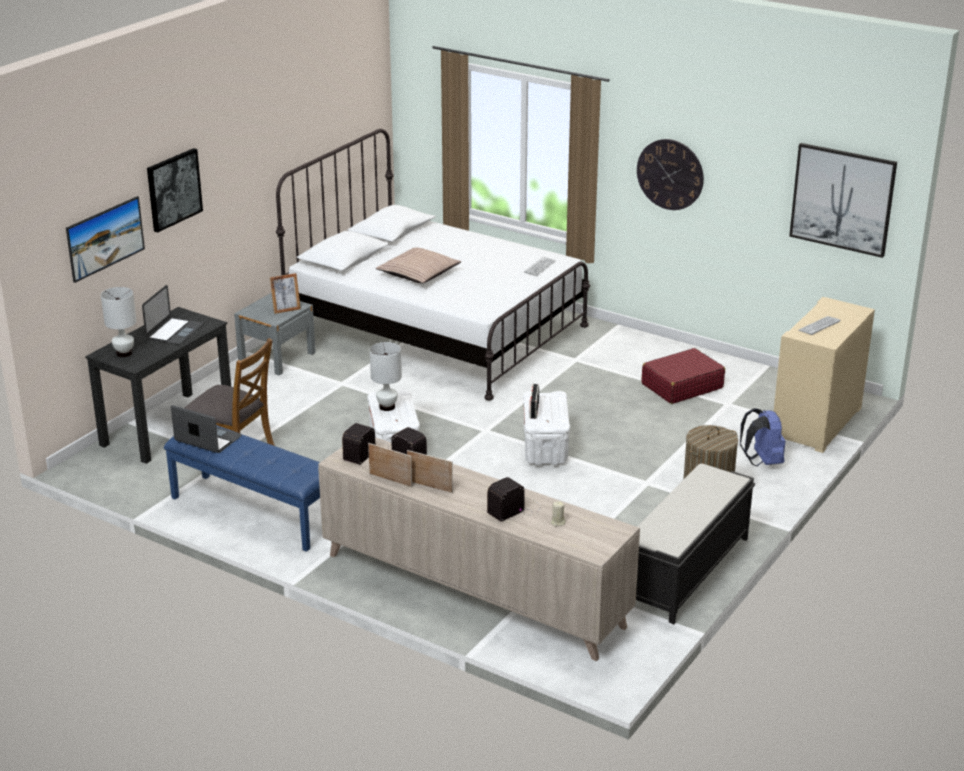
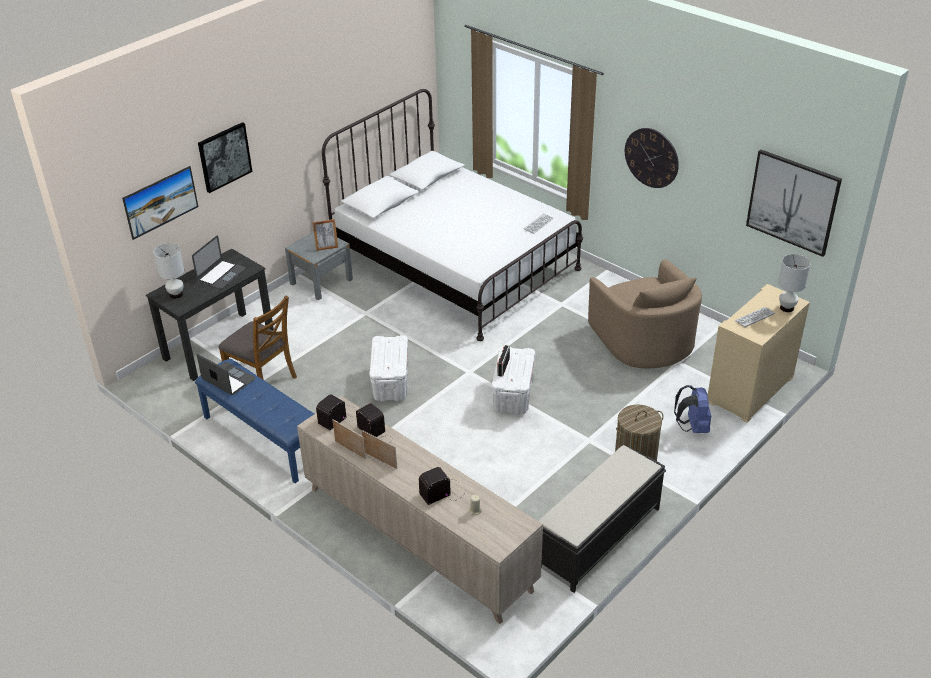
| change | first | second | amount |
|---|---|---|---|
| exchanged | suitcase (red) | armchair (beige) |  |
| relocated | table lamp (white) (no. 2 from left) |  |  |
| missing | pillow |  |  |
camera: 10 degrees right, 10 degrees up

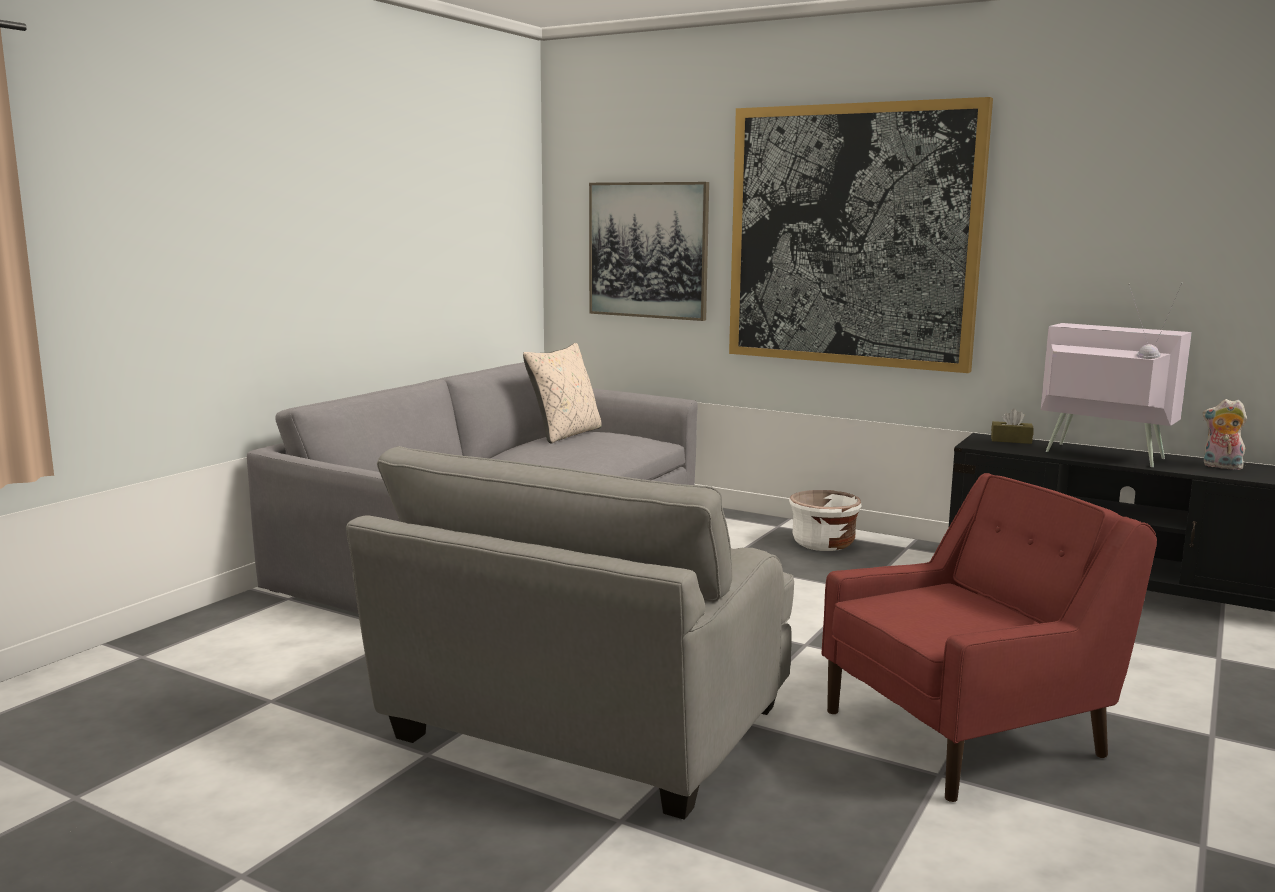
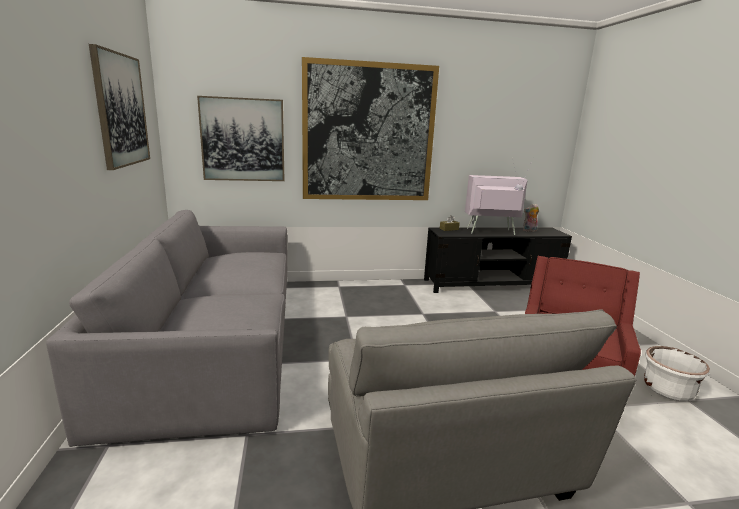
| change | first | second | amount |
|---|---|---|---|
| appeared |  | picture (no. 1 from left) |  |
| relocated | planter (white) |  |  |
| missing | pillow (beige) |  |  |
camera: 40 degrees left, 5 degrees up

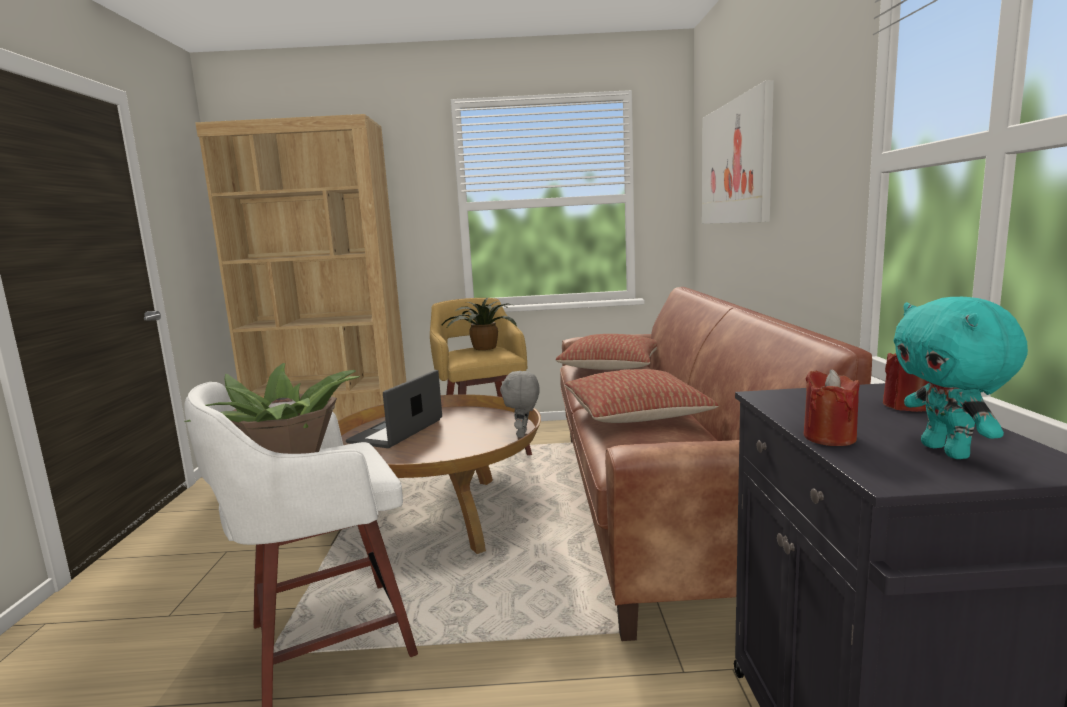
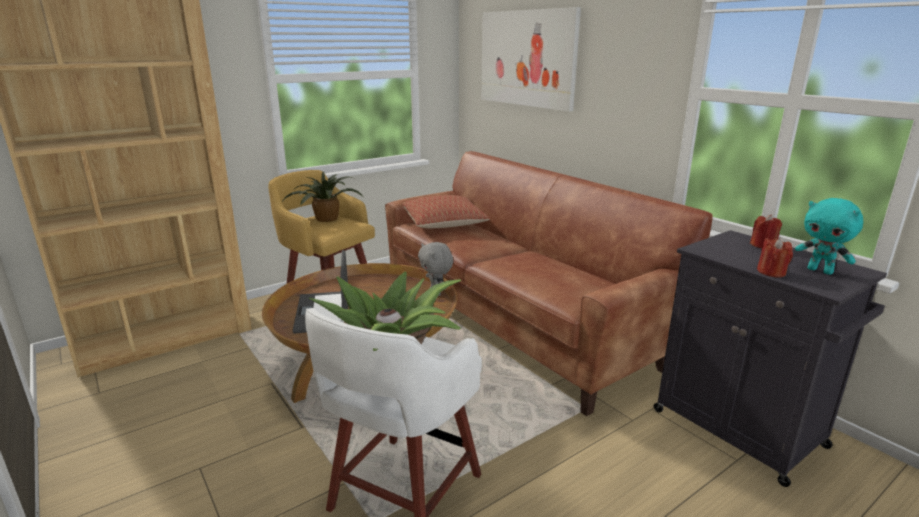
| change | first | second | amount |
|---|---|---|---|
| missing | pillow (no. 2 from left) |  |  |
camera: 35 degrees left, 10 degrees up

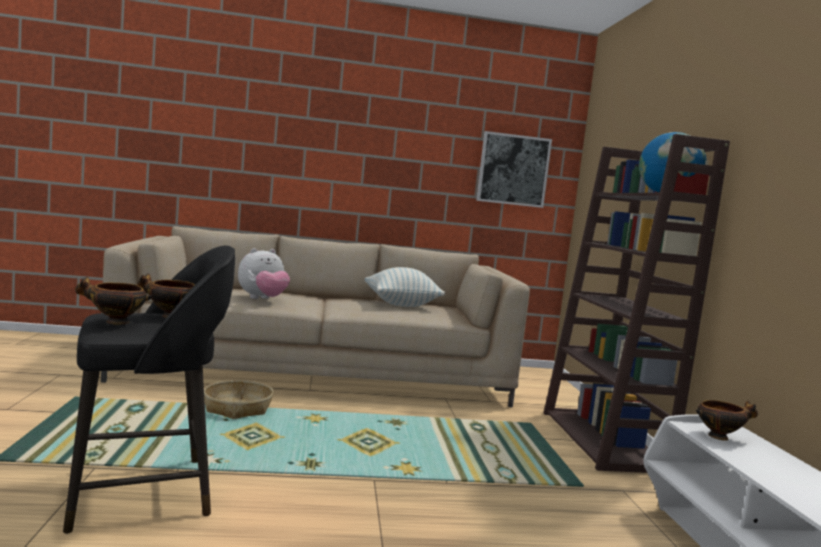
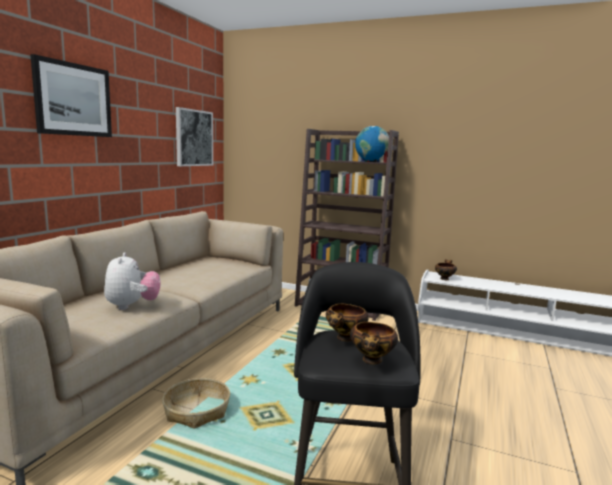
| change | first | second | amount |
|---|---|---|---|
| appeared |  | picture (no. 1 from left) |  |
| missing | pillow |  |  |
camera: 60 degrees left, 5 degrees up

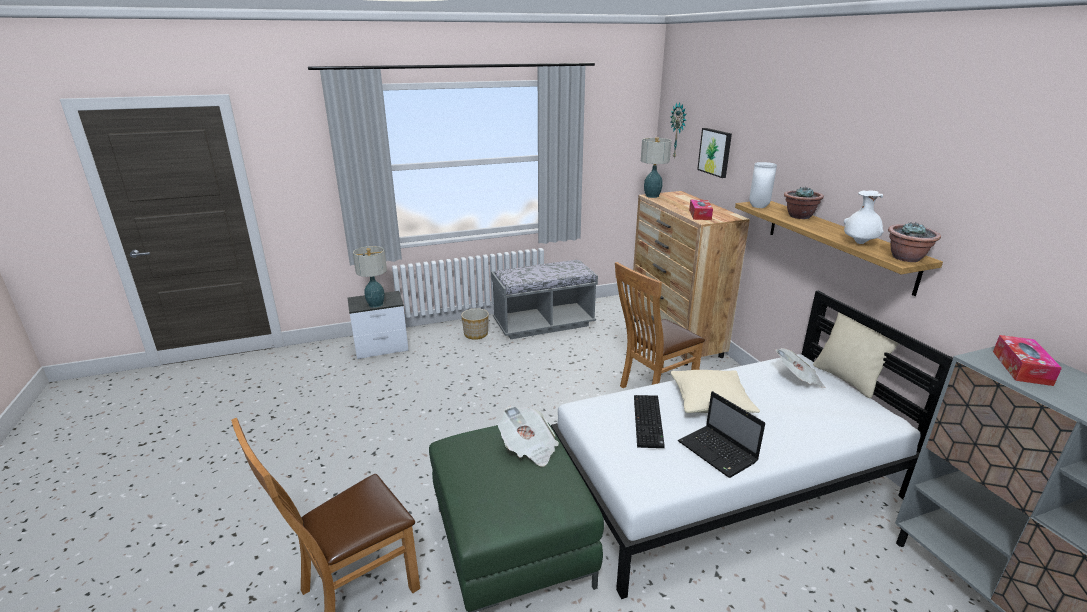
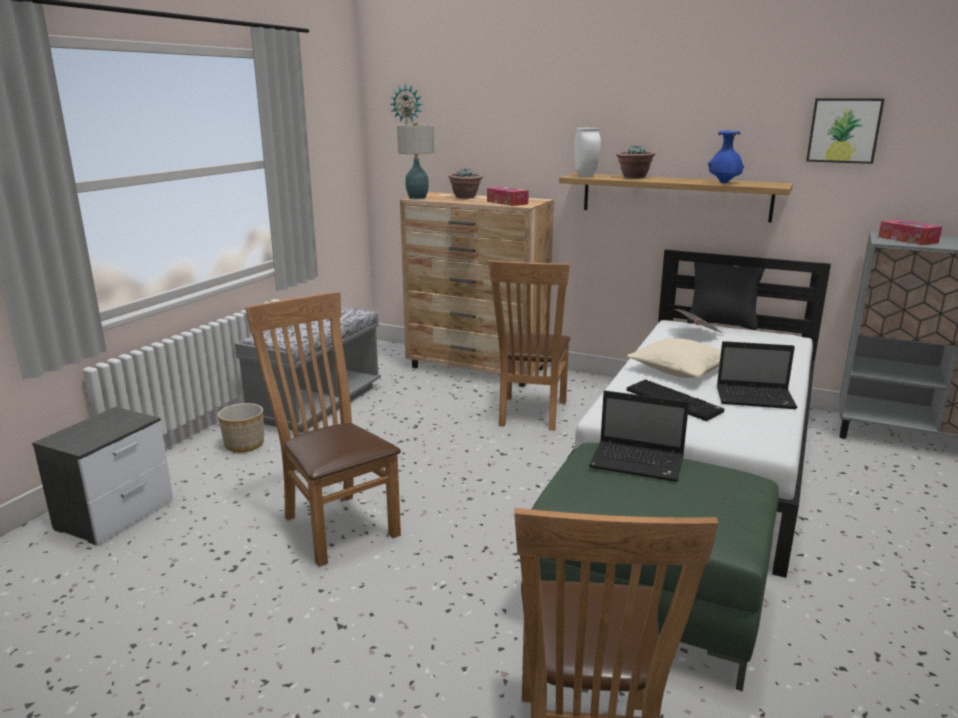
| change | first | second | amount |
|---|---|---|---|
| appeared |  | chair (brown) (no. 1 from left) |  |
| relocated | potted plant (no. 2 from left in the first image) | potted plant (no. 1 from left) |  |
| exchanged | newspaper (no. 1 from left) | laptop (no. 1 from left) |  |
| colour | pillow (beige) (no. 2 from left) | pillow (black) |  |
| colour | vase (white) (no. 2 from left) | vase (blue) |  |
| relocated | picture |  |  |
| missing | table lamp (no. 1 from left) |  |  |
camera: 45 degrees left, 5 degrees down

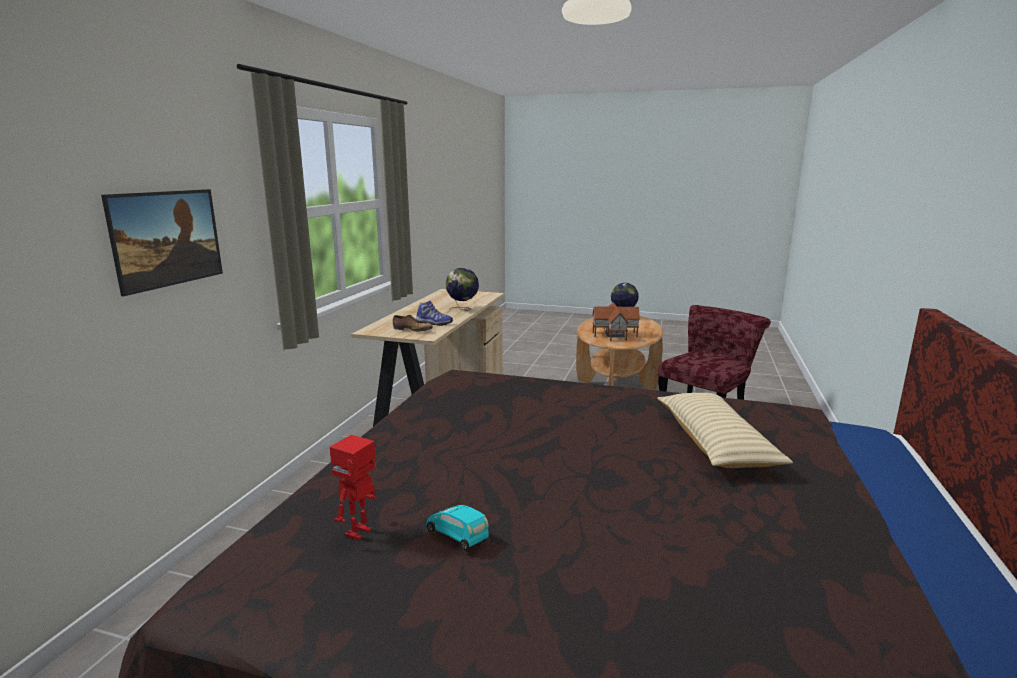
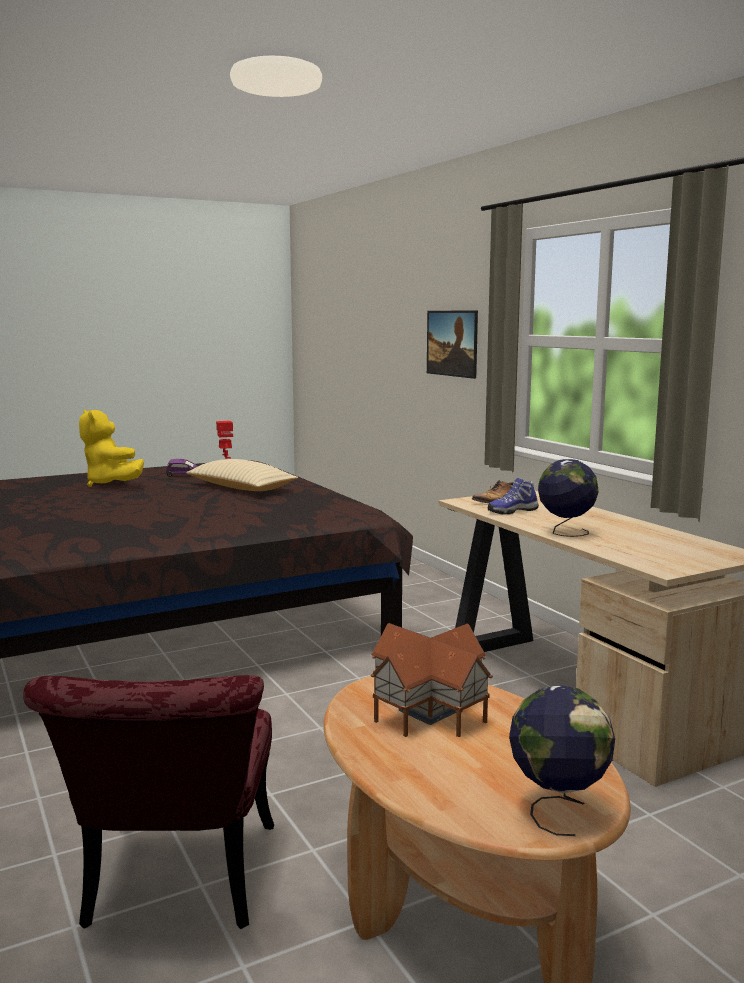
| change | first | second | amount |
|---|---|---|---|
| appeared |  | plush toy (yellow) |  |
| colour | toy car (turquoise) | toy car (purple) |  |
| relocated | pillow (beige) |  |  |
camera: 135 degrees right, 5 degrees down

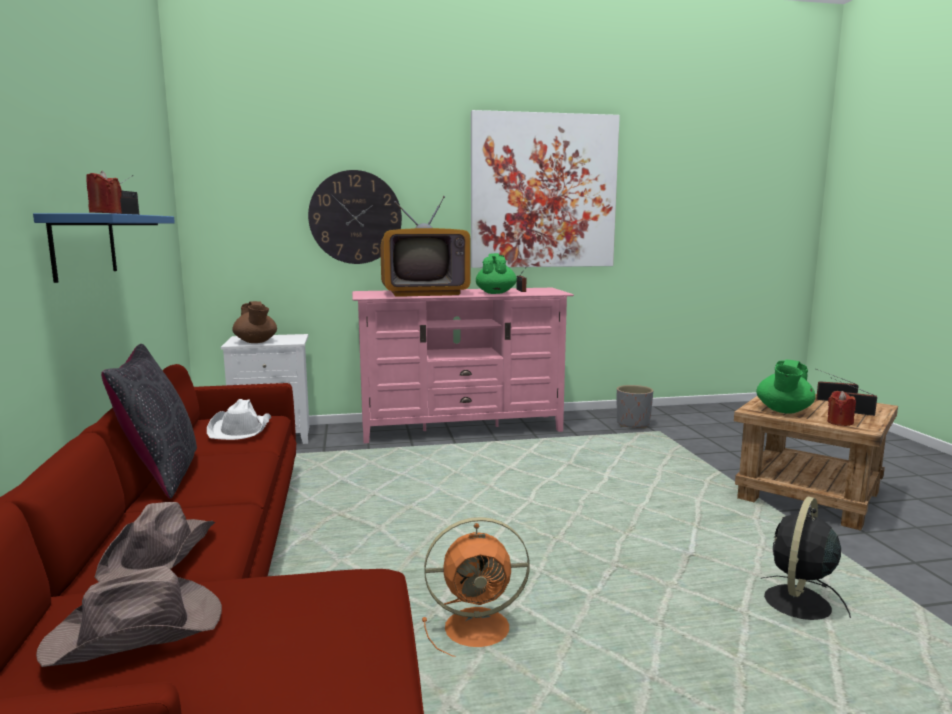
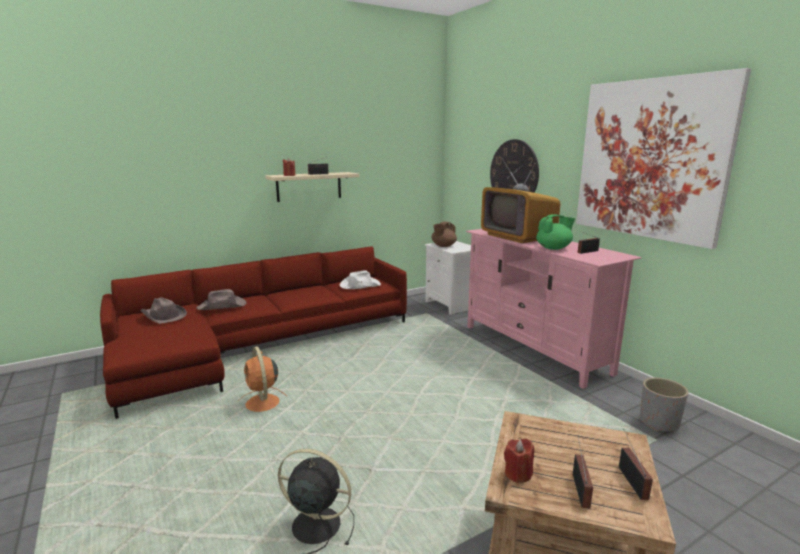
| change | first | second | amount |
|---|---|---|---|
| colour | shelf (blue) | shelf (beige) |  |
| missing | pillow (black) |  |  |
| missing | teapot (green) (no. 2 from left) |  |  |
camera: 70 degrees right, 5 degrees up

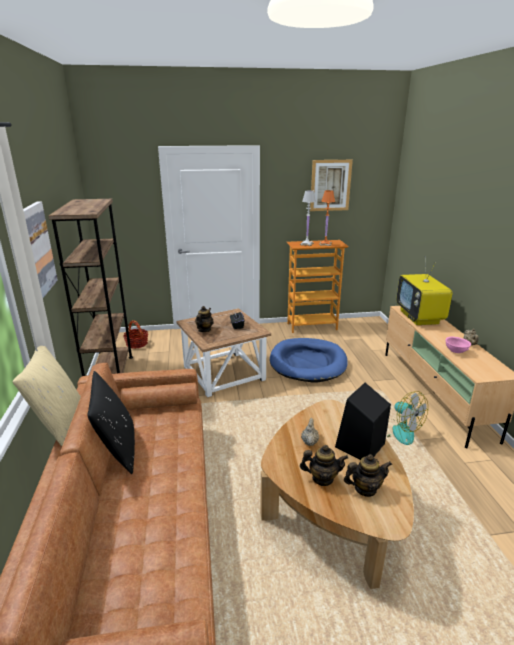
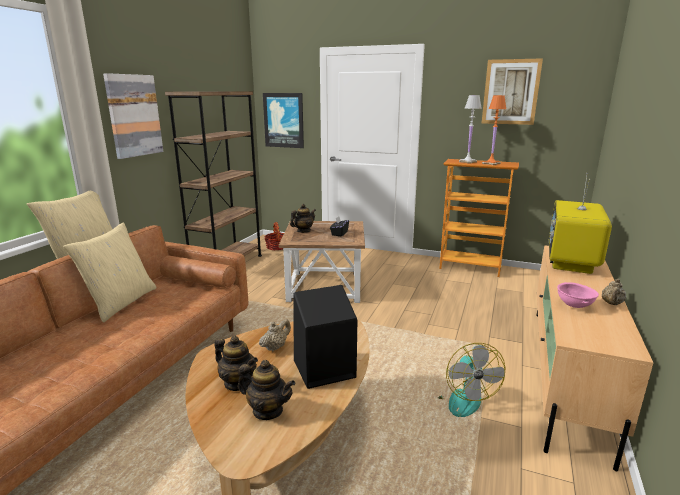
| change | first | second | amount |
|---|---|---|---|
| colour | pillow (black) | pillow (beige) (no. 2 from left) |  |
| appeared |  | picture (no. 2 from left) |  |
| missing | dog bed (blue) |  |  |
camera: 30 degrees right, 5 degrees down

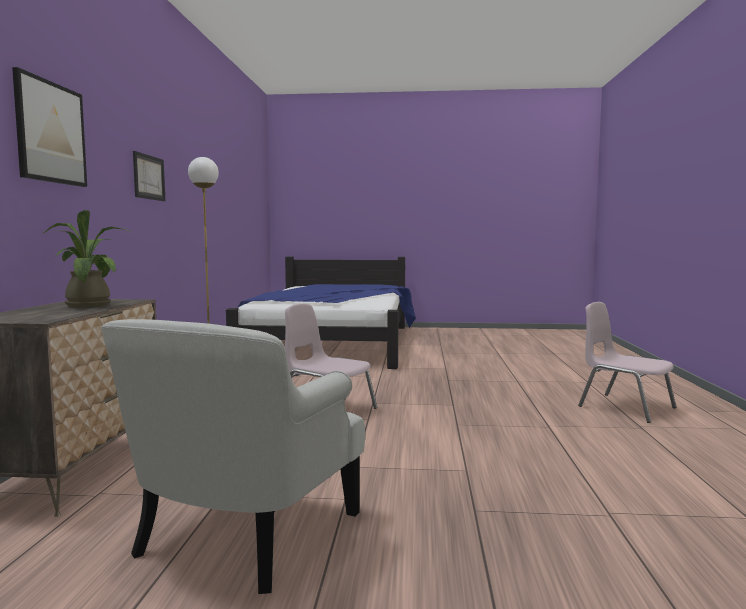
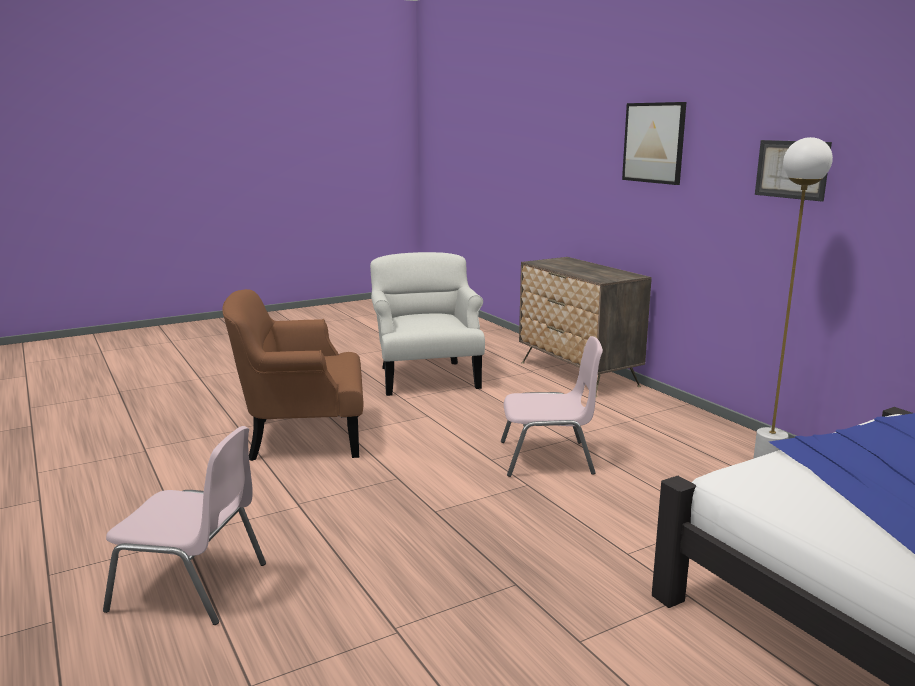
| change | first | second | amount |
|---|---|---|---|
| appeared |  | armchair (brown) |  |
| missing | potted plant |  |  |
camera: 145 degrees right, 10 degrees up

